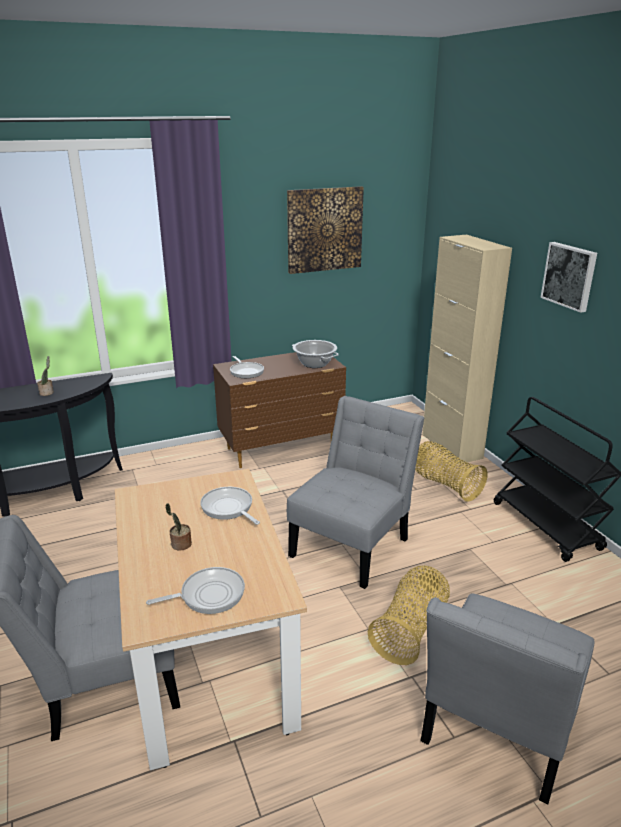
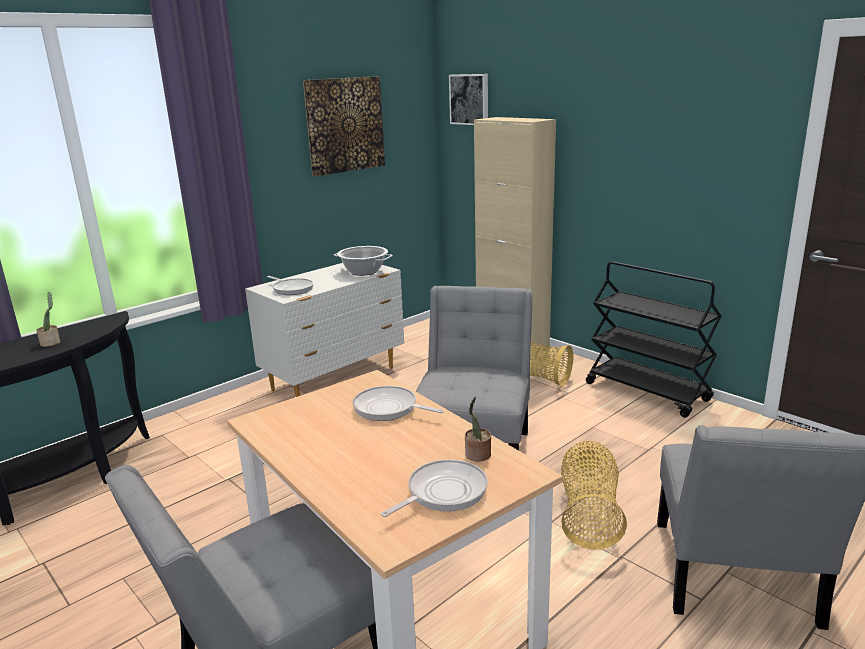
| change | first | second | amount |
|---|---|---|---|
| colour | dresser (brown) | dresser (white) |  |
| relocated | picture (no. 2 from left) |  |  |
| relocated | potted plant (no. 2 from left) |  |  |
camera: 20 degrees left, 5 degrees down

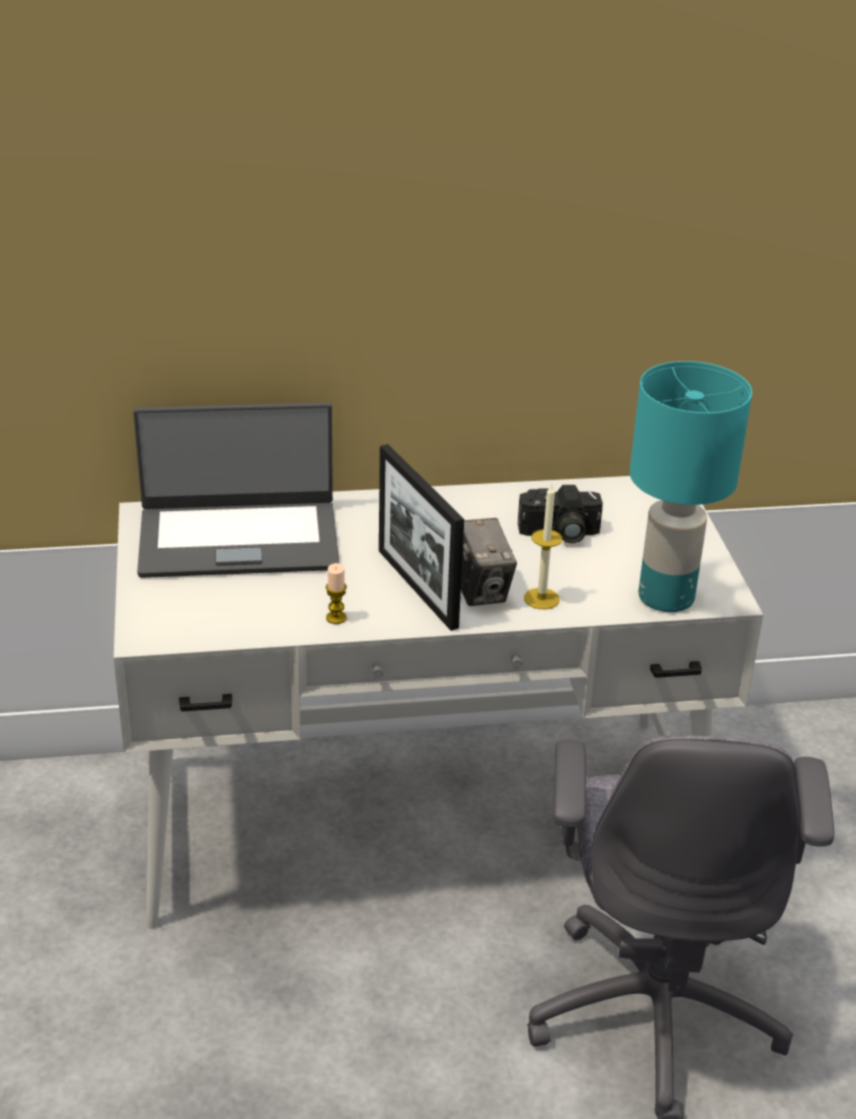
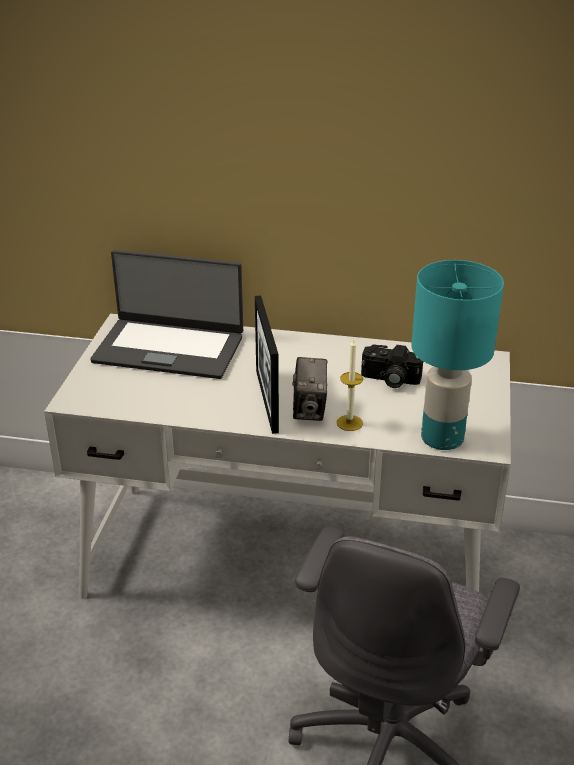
| change | first | second | amount |
|---|---|---|---|
| missing | candle (no. 1 from left) |  |  |
camera: 20 degrees right, 0 degrees up

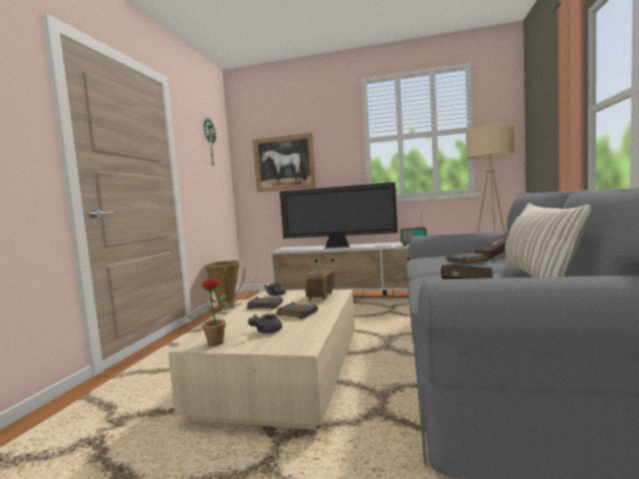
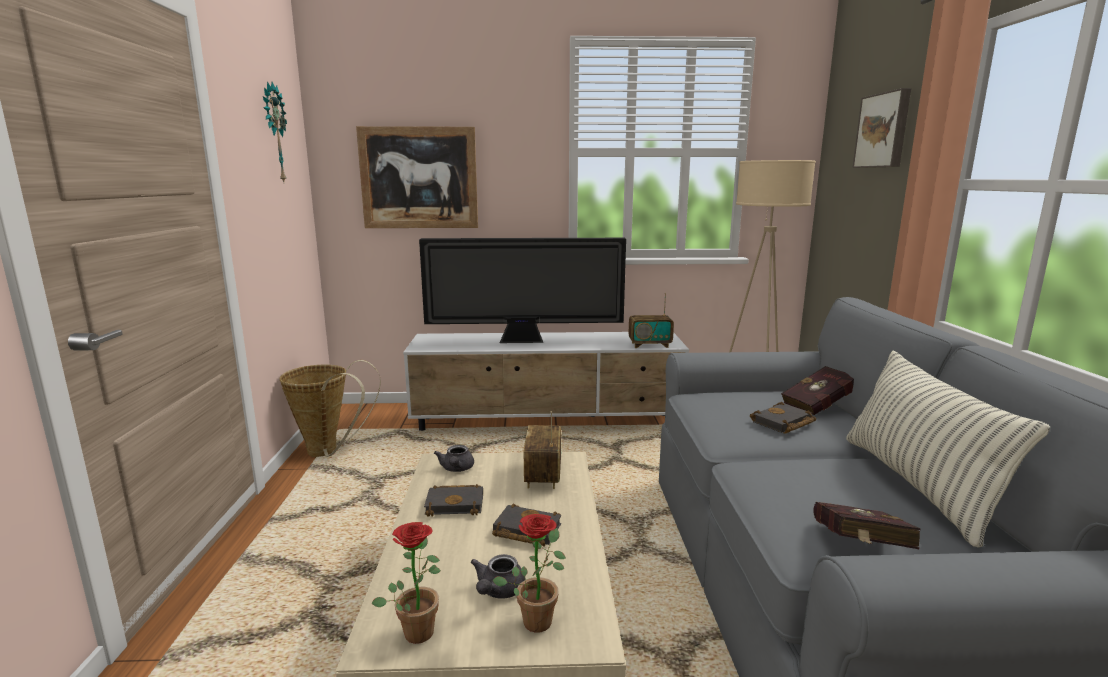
| change | first | second | amount |
|---|---|---|---|
| appeared |  | potted plant (no. 2 from left) |  |
| appeared |  | picture (no. 2 from left) |  |
camera: 15 degrees left, 10 degrees up

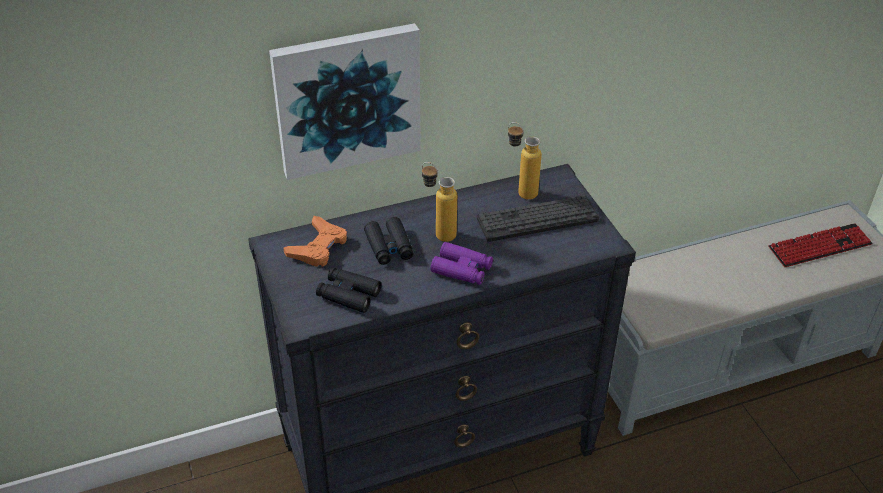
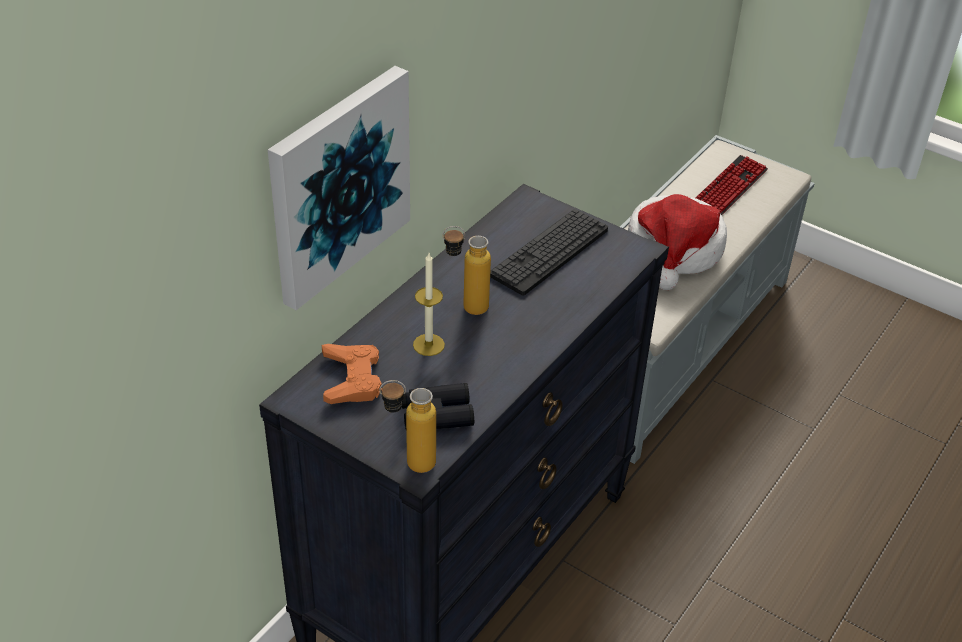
| change | first | second | amount |
|---|---|---|---|
| relocated | bottle (no. 2 from left in the first image) | bottle (no. 1 from left) |  |
| exchanged | binoculars (black) (no. 2 from left) | candle |  |
| appeared |  | hat |  |
| missing | binoculars (purple) |  |  |
camera: 35 degrees left, 0 degrees up

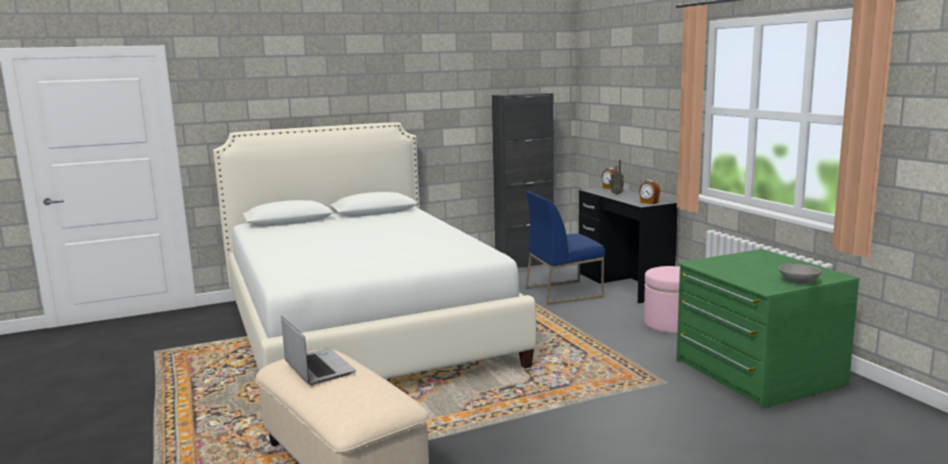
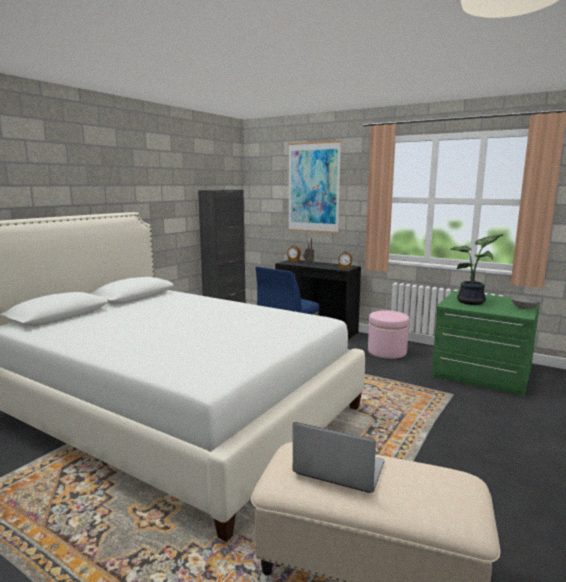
| change | first | second | amount |
|---|---|---|---|
| appeared |  | picture |  |
| appeared |  | potted plant |  |
camera: 35 degrees left, 0 degrees up

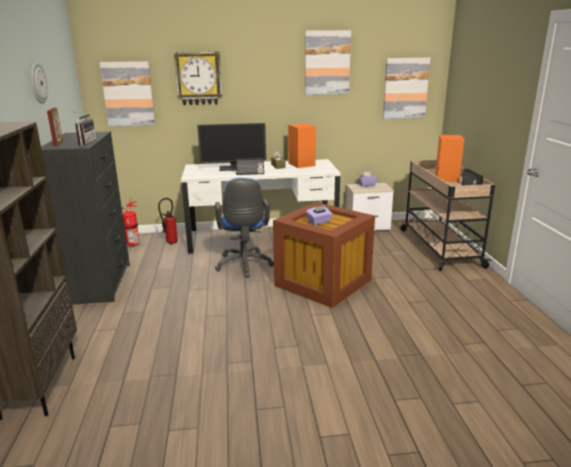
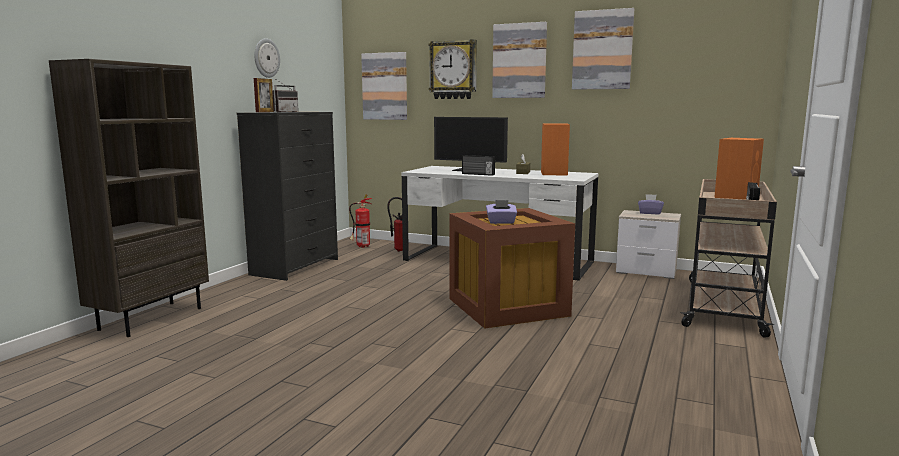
| change | first | second | amount |
|---|---|---|---|
| relocated | picture (no. 3 from left in the first image) | picture (no. 2 from left) |  |
| missing | office chair (blue) |  |  |
camera: 30 degrees right, 10 degrees down

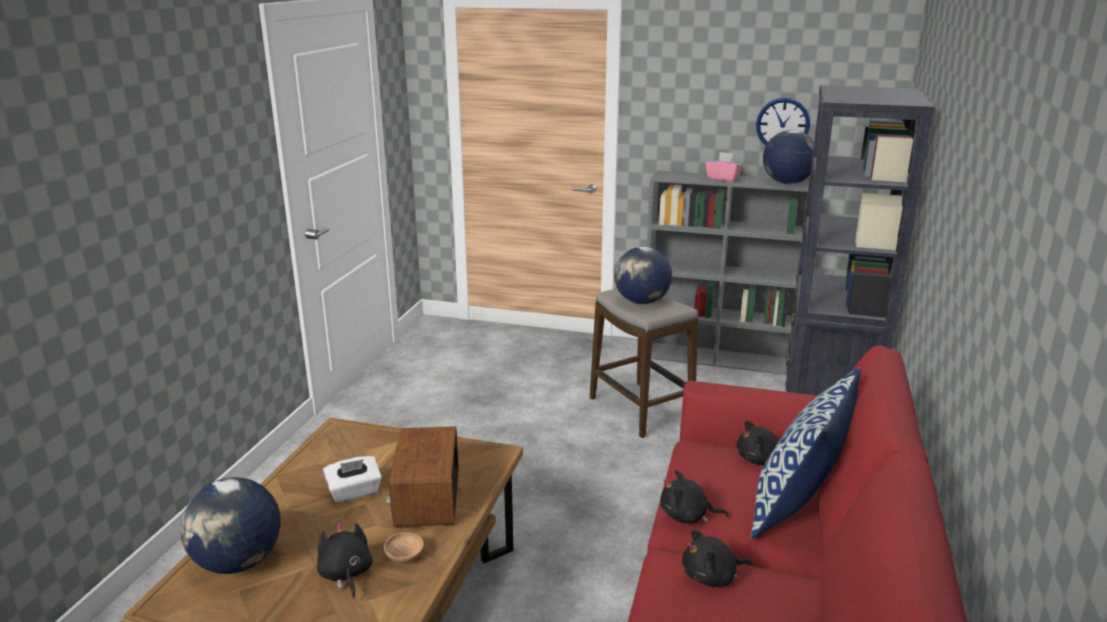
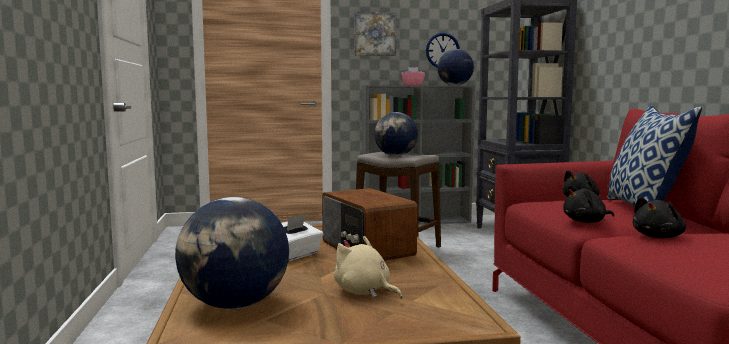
| change | first | second | amount |
|---|---|---|---|
| colour | plush toy (black) (no. 1 from left) | plush toy (beige) |  |
| appeared |  | picture |  |
| missing | bowl (brown) |  |  |
camera: 25 degrees left, 15 degrees down

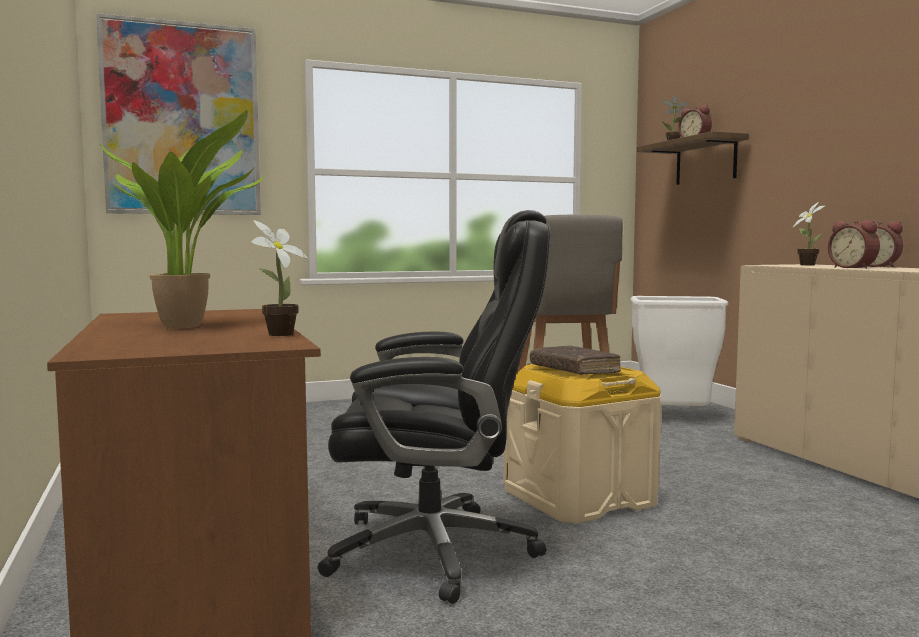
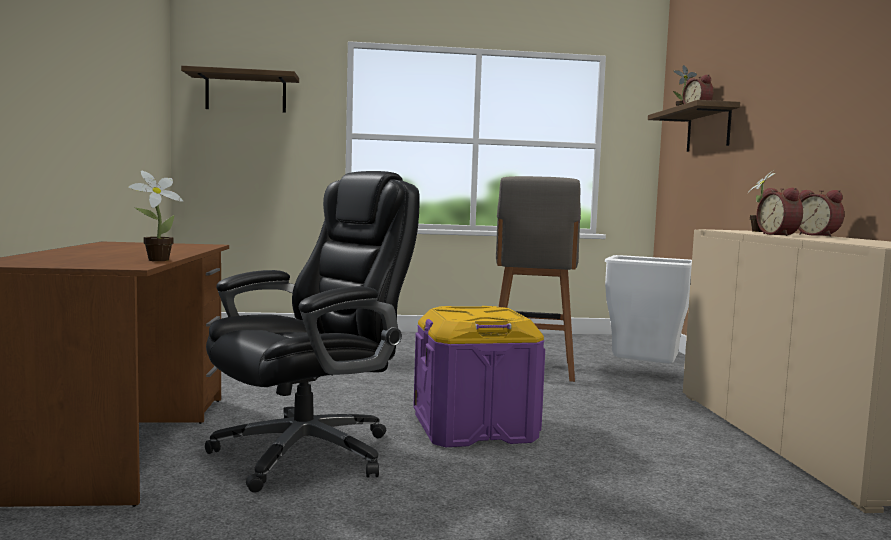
| change | first | second | amount |
|---|---|---|---|
| exchanged | picture | shelf (no. 1 from left) |  |
| spun | office chair (black) |  | 60 degrees counterclockwise |
| colour | storage box (beige) | storage box (purple) |  |
| missing | potted plant (no. 1 from left) |  |  |
| missing | book (brown) |  |  |
camera: 15 degrees right, 0 degrees up

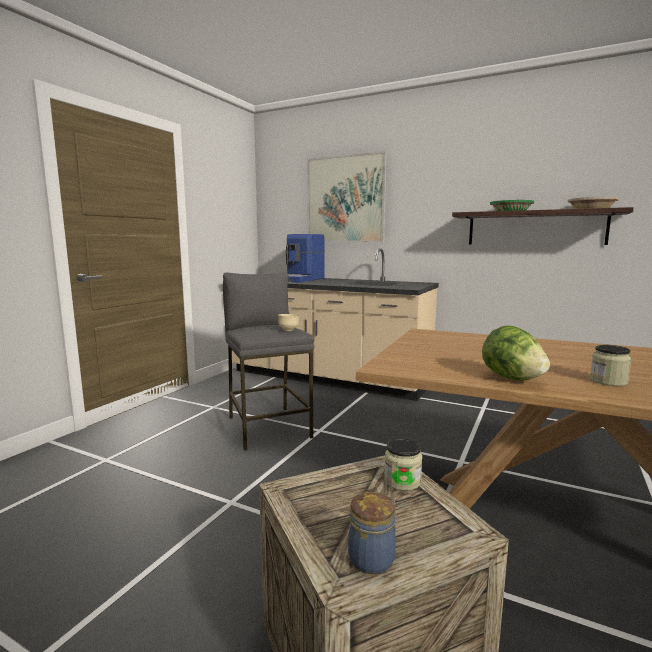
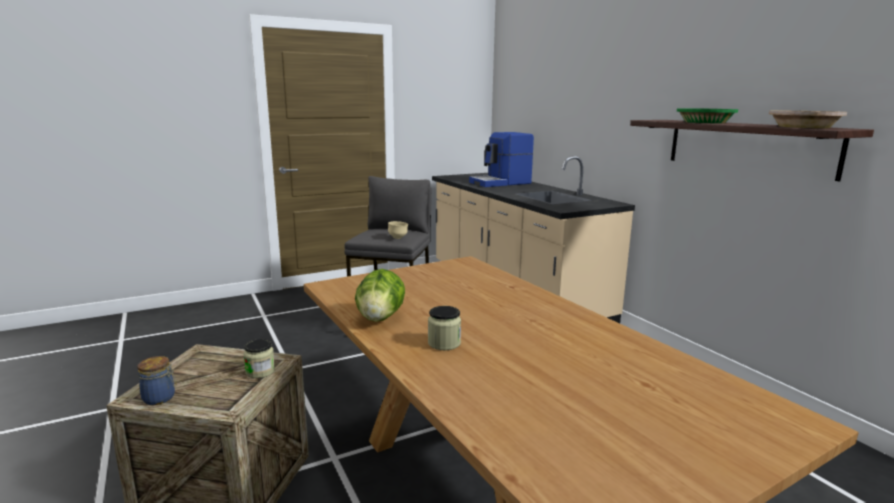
| change | first | second | amount |
|---|---|---|---|
| missing | picture |  |  |
camera: 35 degrees right, 5 degrees up

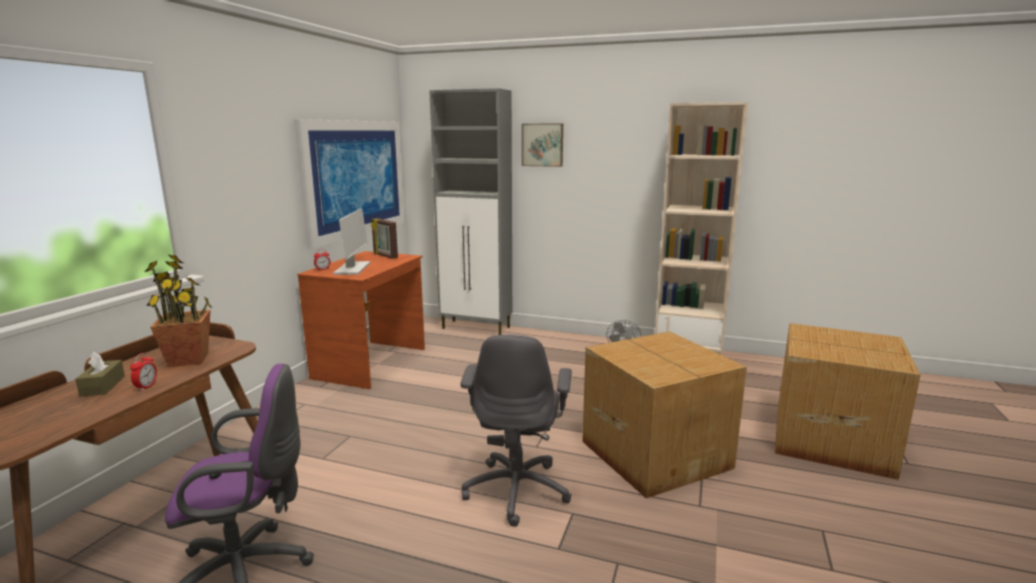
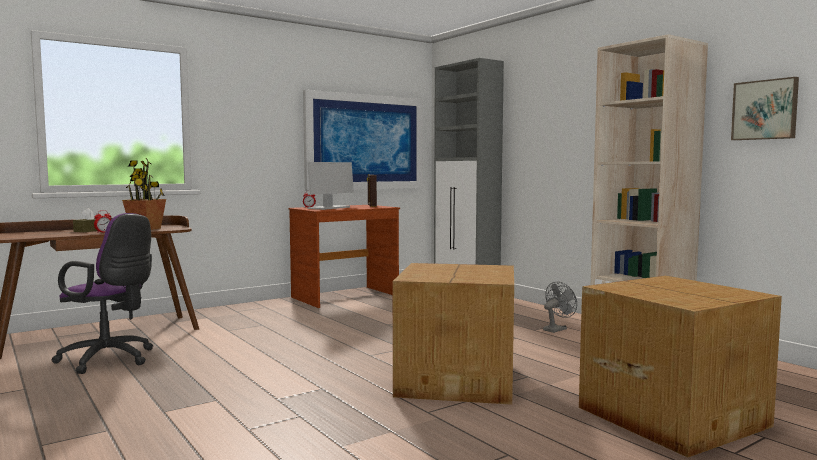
| change | first | second | amount |
|---|---|---|---|
| relocated | picture (no. 2 from left) |  |  |
| missing | office chair (grey) |  |  |
camera: 35 degrees right, 10 degrees down

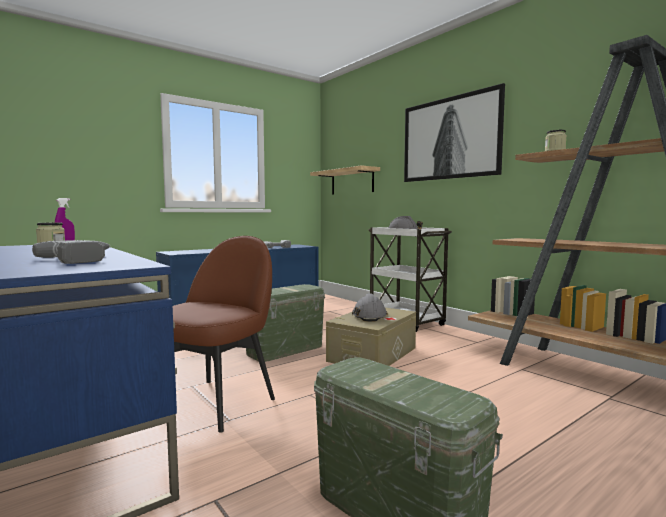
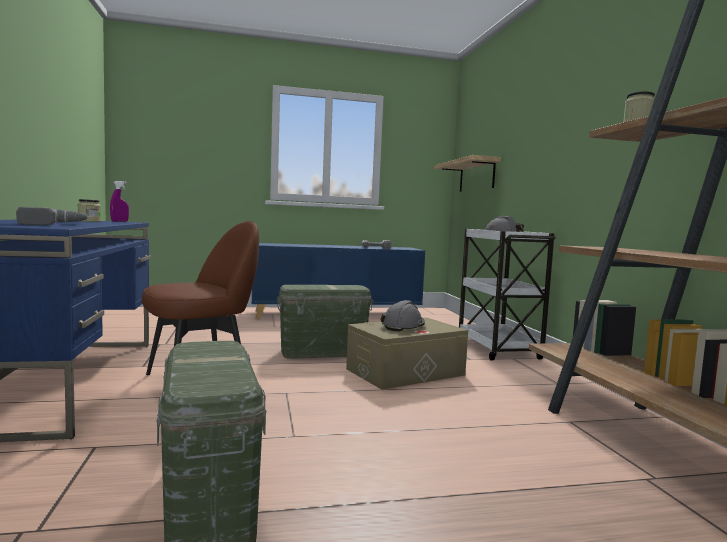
| change | first | second | amount |
|---|---|---|---|
| missing | picture |  |  |
camera: 25 degrees right, 0 degrees up

